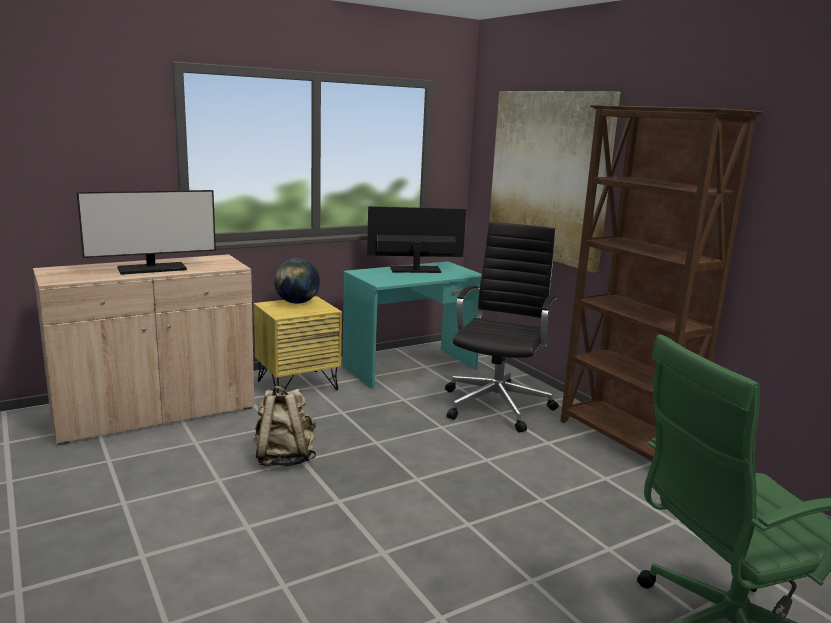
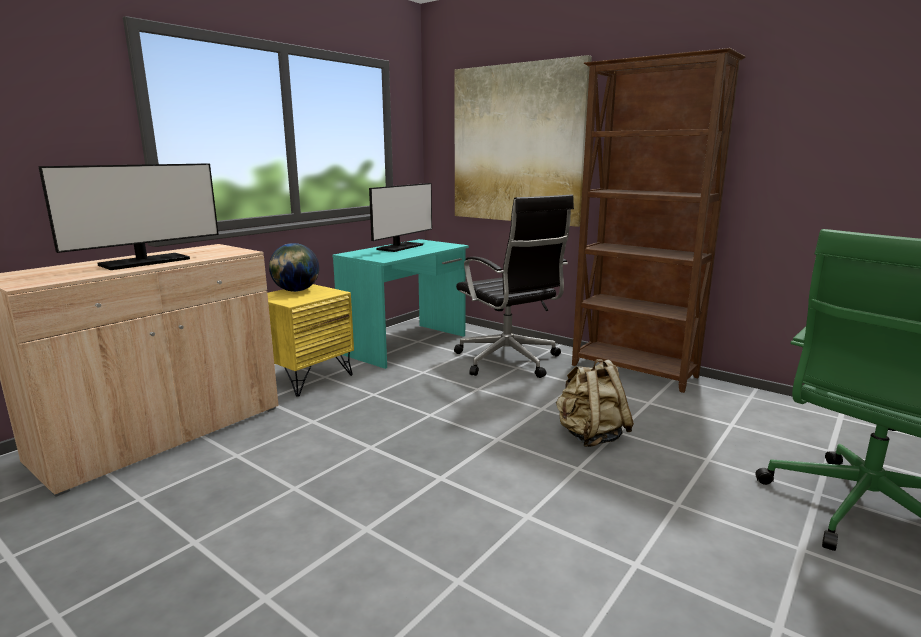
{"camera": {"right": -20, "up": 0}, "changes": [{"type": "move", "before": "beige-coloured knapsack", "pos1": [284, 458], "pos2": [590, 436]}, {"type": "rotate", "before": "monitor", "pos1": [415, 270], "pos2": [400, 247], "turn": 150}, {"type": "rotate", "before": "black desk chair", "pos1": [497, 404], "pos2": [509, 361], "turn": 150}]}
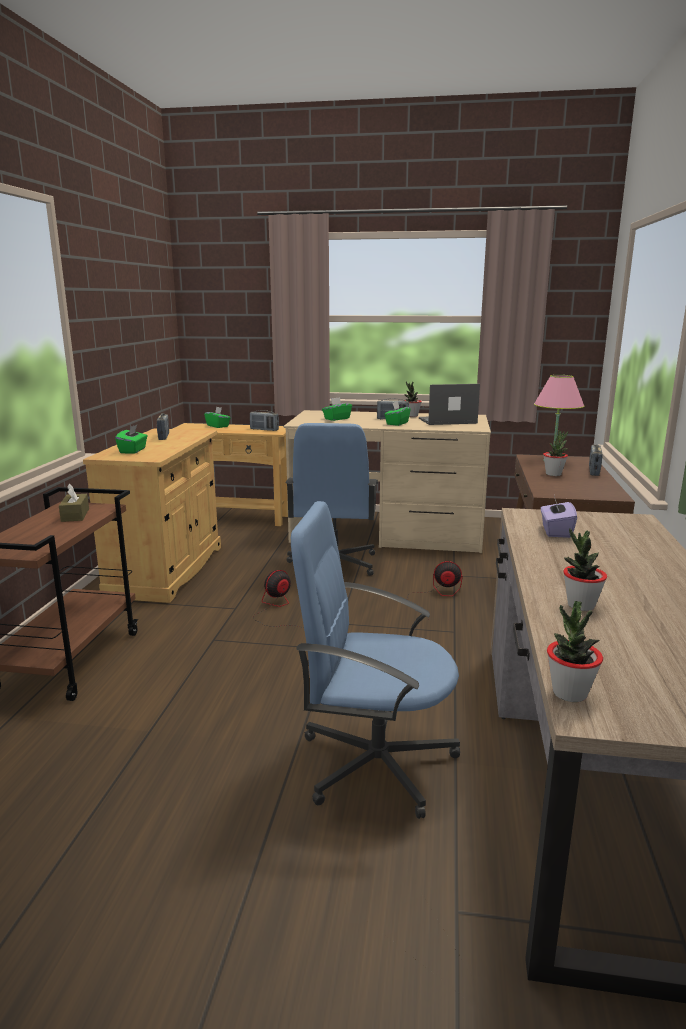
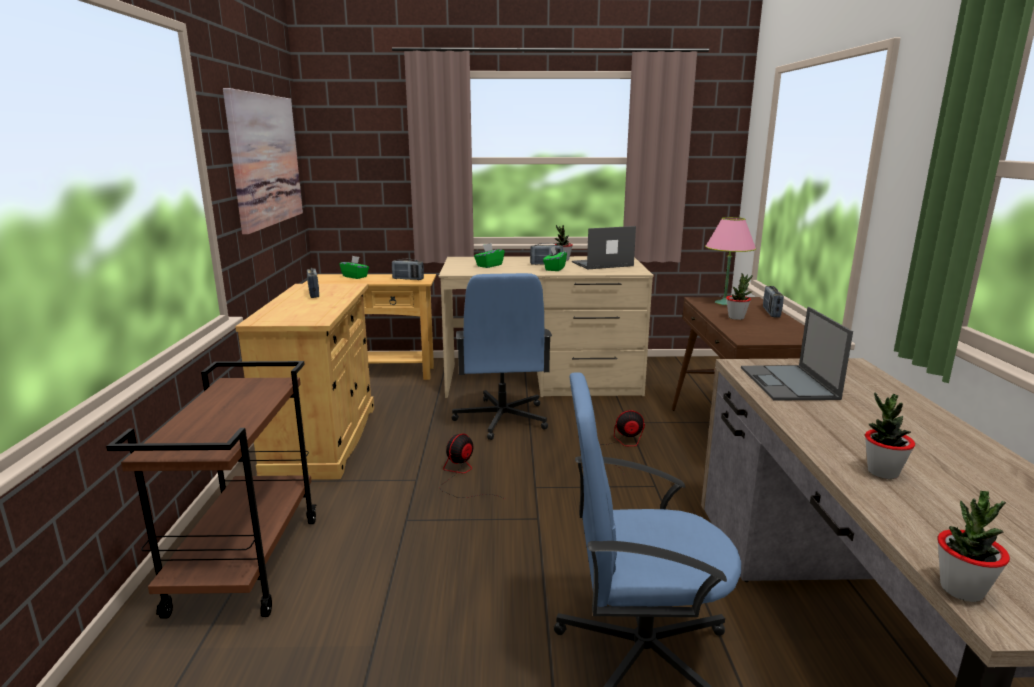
{"camera": {"right": -10, "up": 0}, "changes": [{"type": "delete", "before": "brown tissue box", "pos1": [75, 515]}, {"type": "delete", "before": "greenish tissue box", "pos1": [133, 450]}, {"type": "replace", "before": "purple tissue box", "after": "notebook computer", "pos1": [555, 531], "pos2": [789, 383]}, {"type": "insert", "after": "wall picture", "pos2": [265, 160]}]}
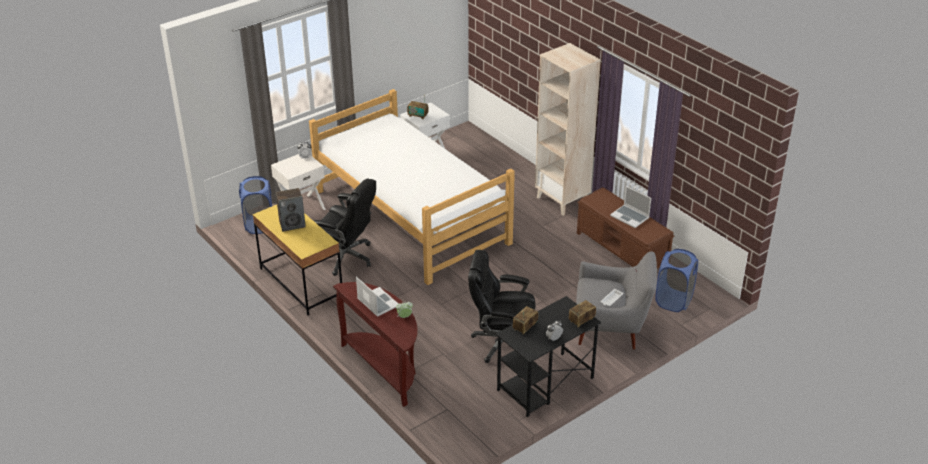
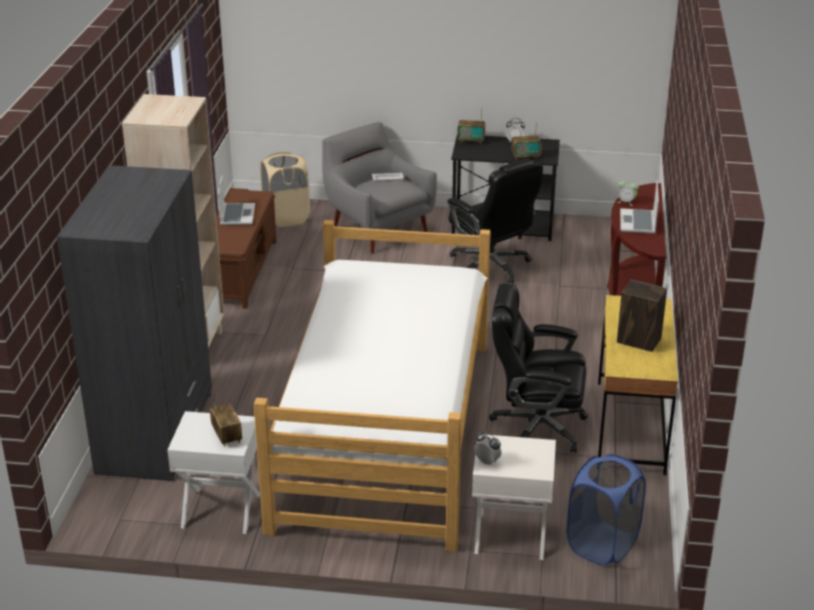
{"camera": {"right": -135, "up": -5}, "changes": [{"type": "rotate", "before": "black desk chair", "pos1": [346, 257], "pos2": [536, 427], "turn": -60}, {"type": "recolor", "before": "blue hamper", "after": "beige-coloured hamper", "pos1": [674, 301], "pos2": [286, 218]}, {"type": "insert", "after": "gray clothes cupboard", "pos2": [156, 433]}]}
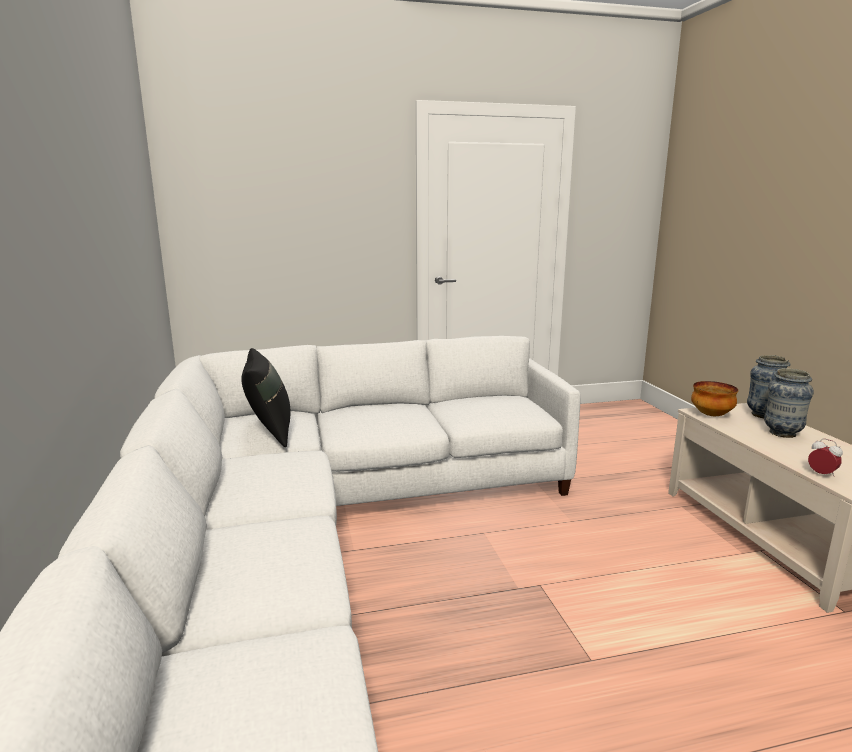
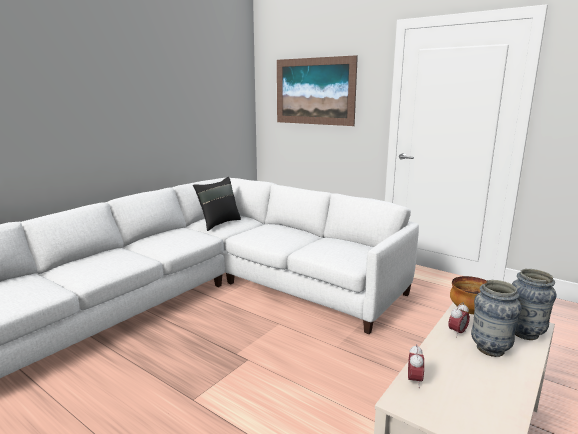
{"camera": {"right": 50, "up": 0}, "changes": [{"type": "insert", "after": "wall picture", "pos2": [314, 91]}, {"type": "insert", "after": "table clock", "pos2": [457, 333]}]}
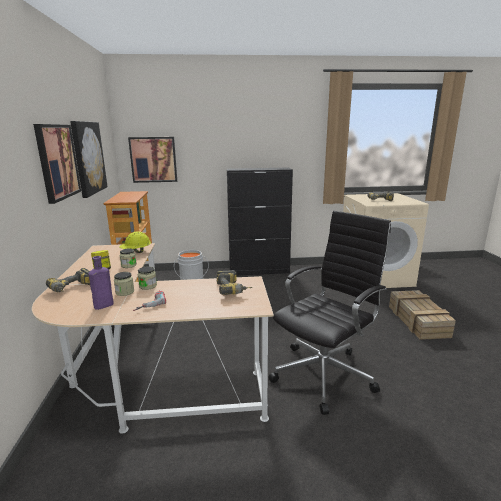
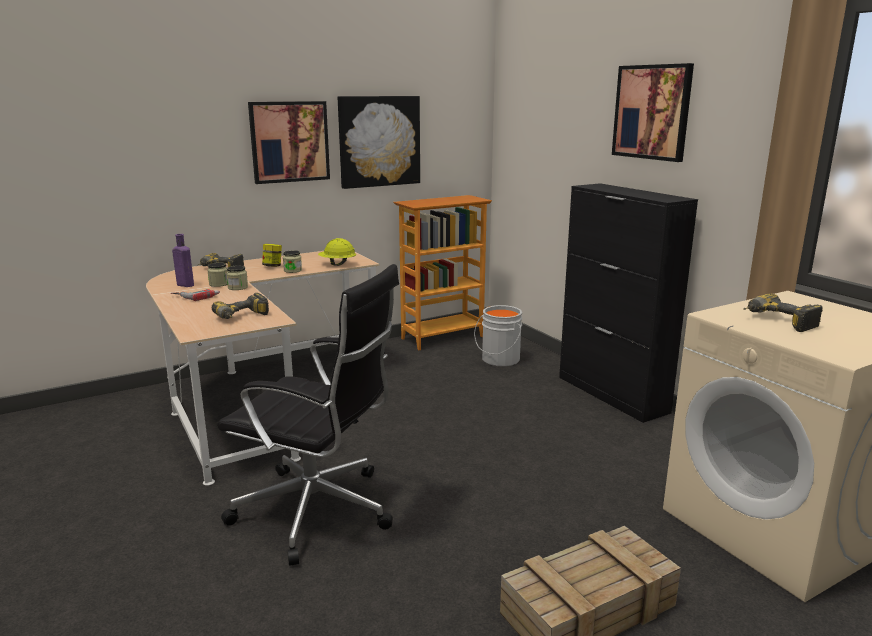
{"camera": {"right": 65, "up": 0}, "changes": [{"type": "move", "before": "wall picture", "pos1": [153, 159], "pos2": [652, 112]}]}
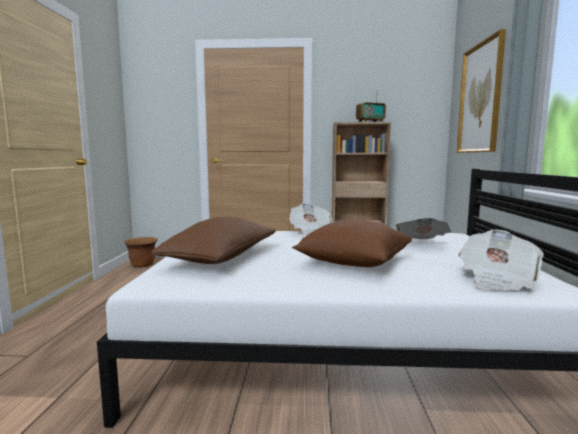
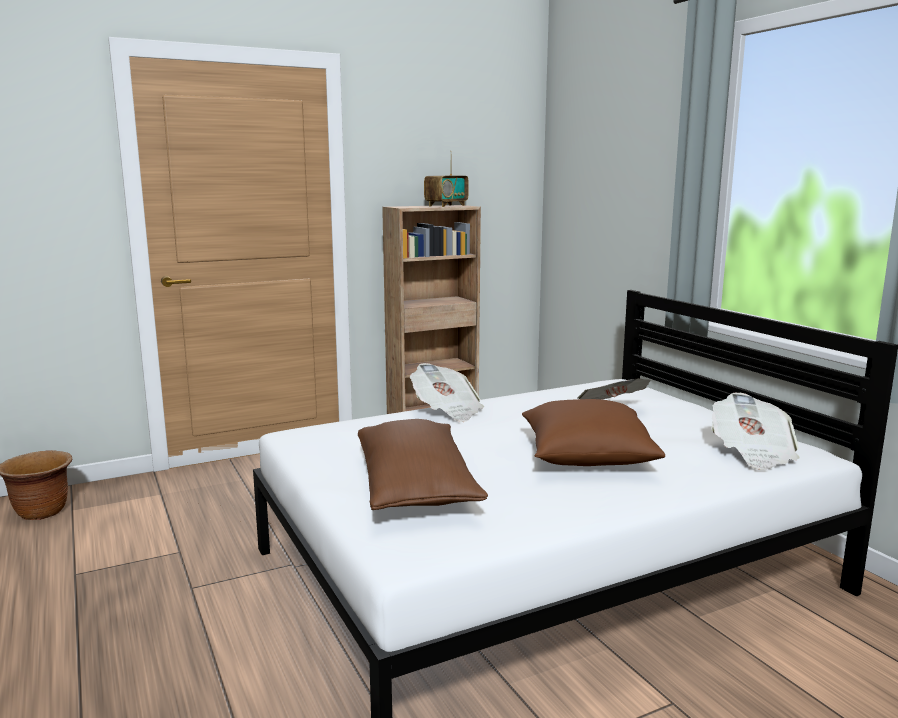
{"camera": {"right": -30, "up": 5}, "changes": [{"type": "delete", "before": "wall picture", "pos1": [480, 98]}]}
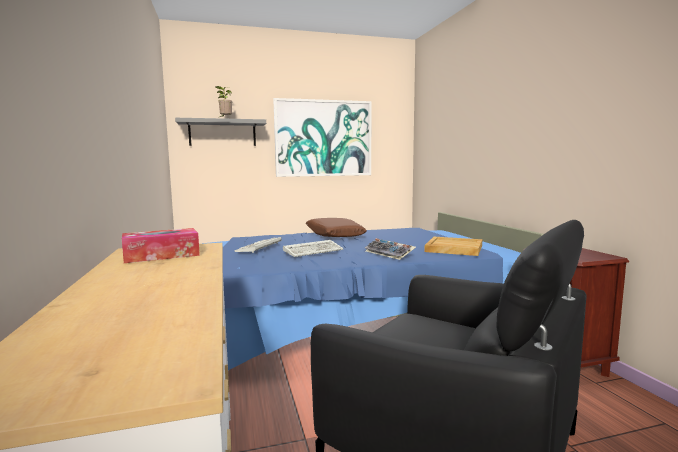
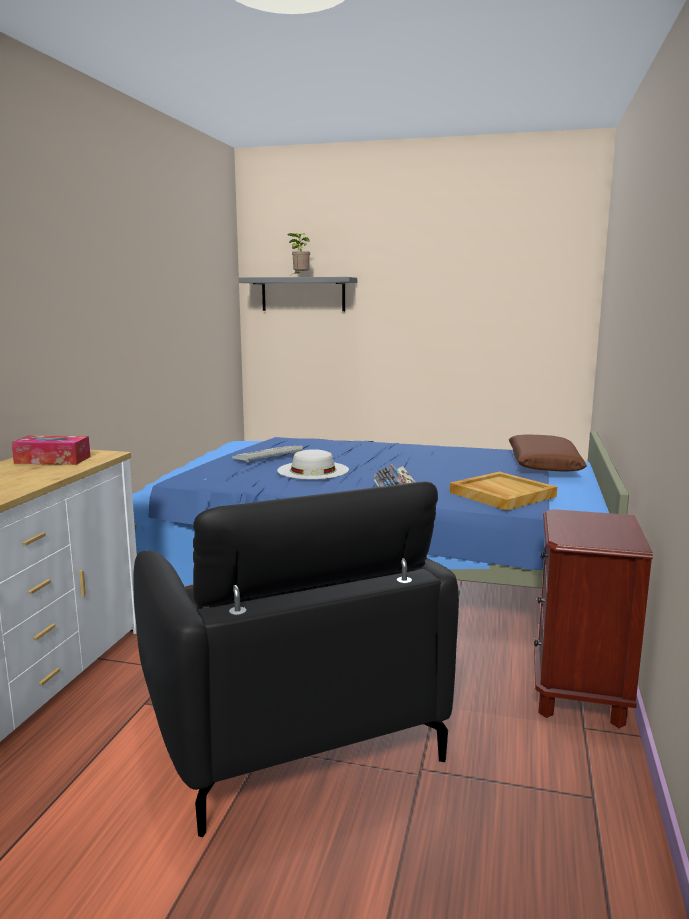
{"camera": {"right": 30, "up": 5}, "changes": [{"type": "delete", "before": "wall picture", "pos1": [323, 138]}, {"type": "replace", "before": "computer keyboard", "after": "white hat", "pos1": [314, 251], "pos2": [313, 470]}, {"type": "move", "before": "brown cushion", "pos1": [334, 235], "pos2": [543, 464]}]}
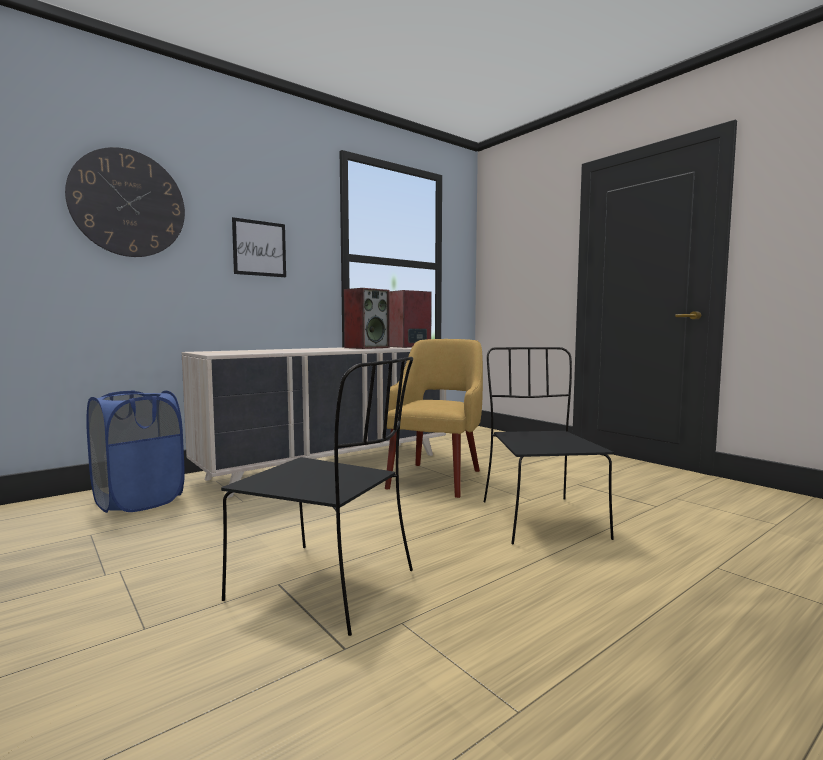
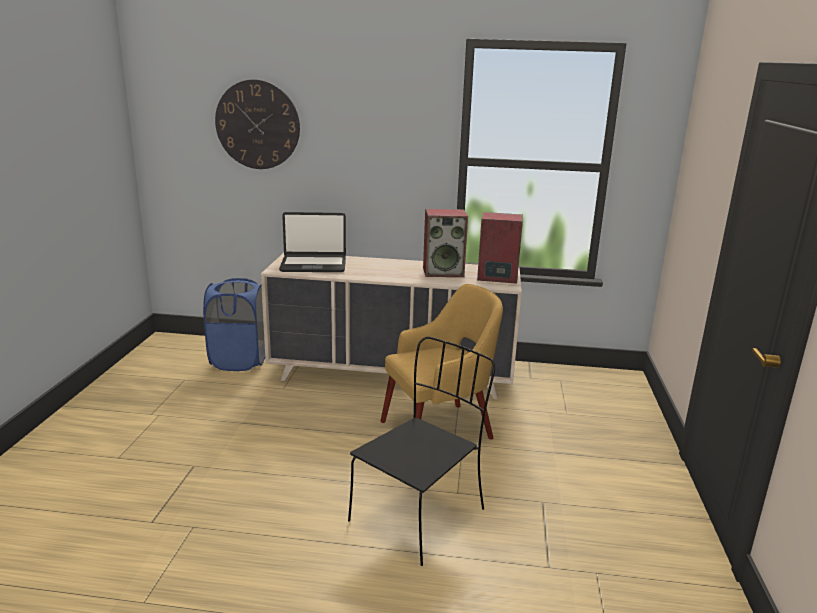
{"camera": {"right": 45, "up": 15}, "changes": [{"type": "delete", "before": "black chair", "pos1": [327, 586]}, {"type": "delete", "before": "wall picture", "pos1": [259, 248]}, {"type": "insert", "after": "notebook computer", "pos2": [313, 265]}]}
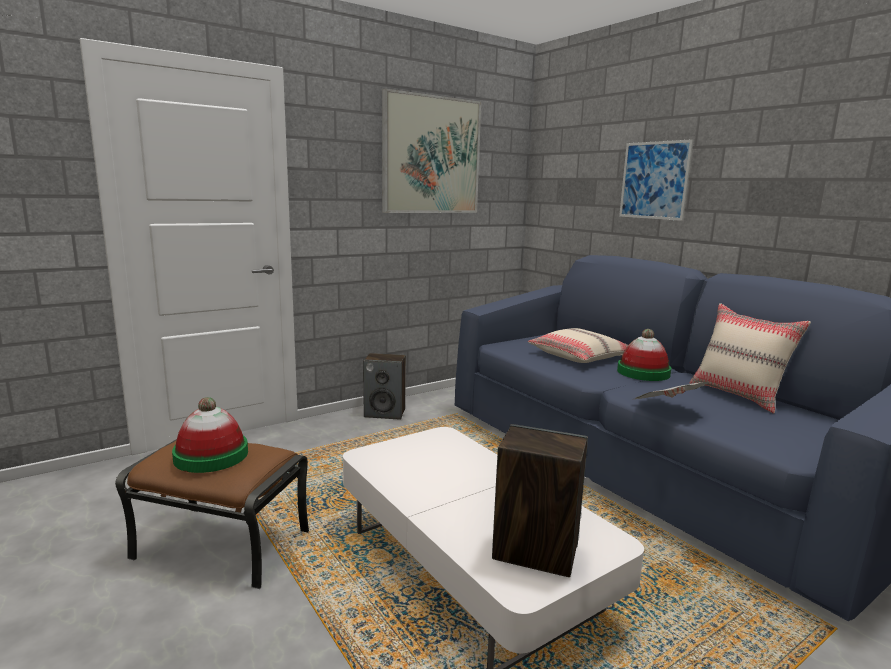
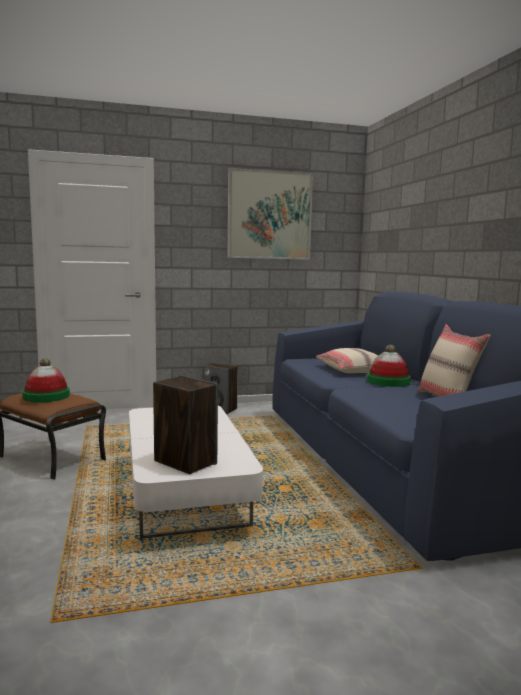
{"camera": {"right": 20, "up": -5}, "changes": [{"type": "delete", "before": "wall picture", "pos1": [654, 180]}, {"type": "delete", "before": "printed paper", "pos1": [667, 408]}]}
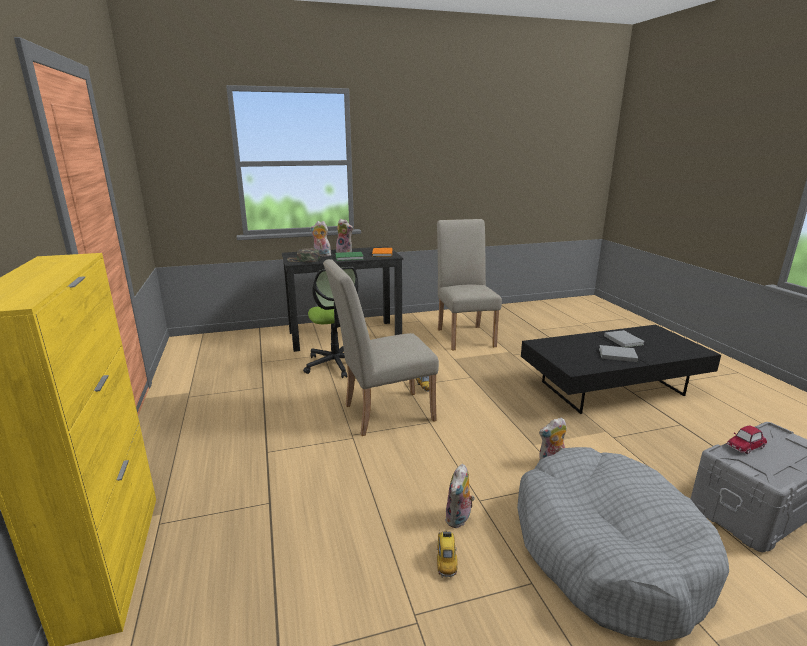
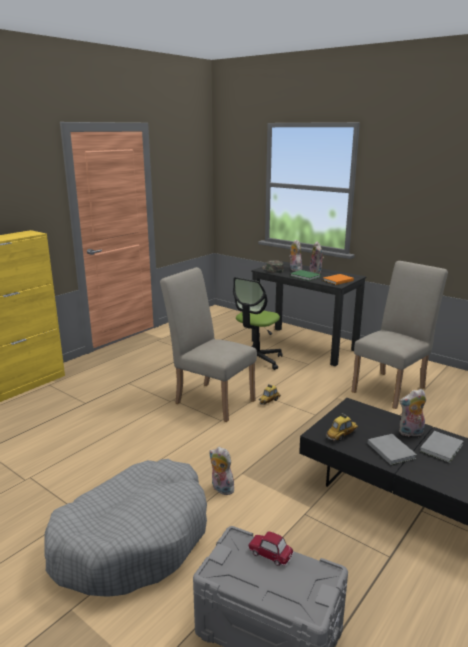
{"camera": {"right": 55, "up": 0}, "changes": [{"type": "move", "before": "toy car", "pos1": [446, 559], "pos2": [342, 435]}, {"type": "move", "before": "cuddly toy", "pos1": [459, 519], "pos2": [410, 433]}]}
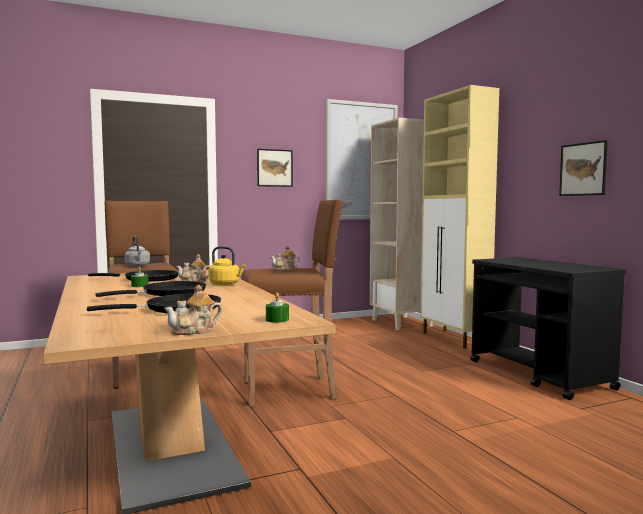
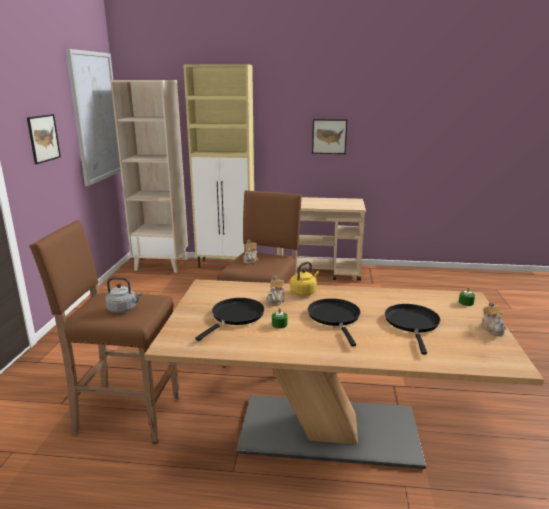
{"camera": {"right": -60, "up": 15}, "changes": [{"type": "recolor", "before": "black trolley", "after": "beige-coloured trolley", "pos1": [539, 375], "pos2": [319, 271]}]}
